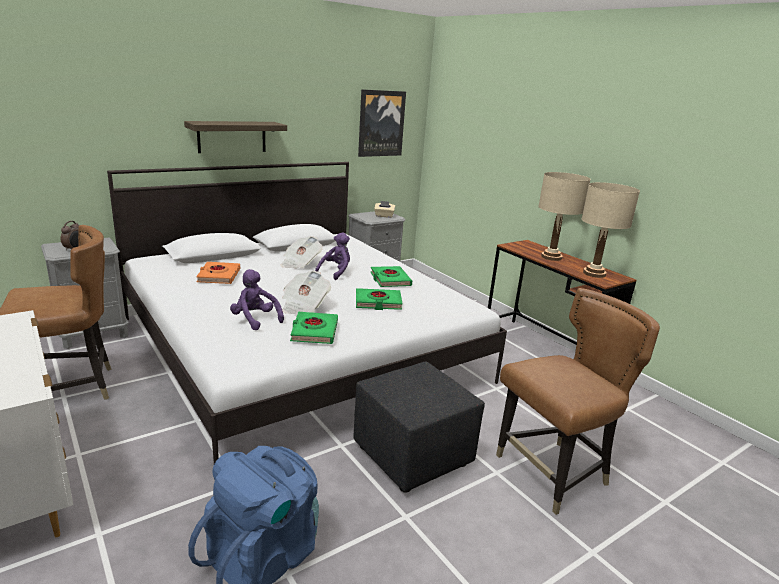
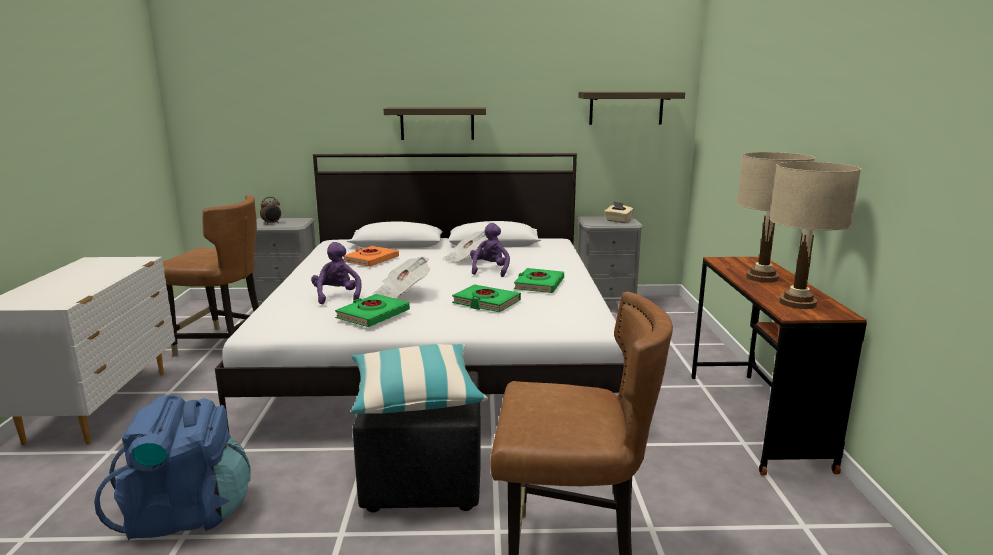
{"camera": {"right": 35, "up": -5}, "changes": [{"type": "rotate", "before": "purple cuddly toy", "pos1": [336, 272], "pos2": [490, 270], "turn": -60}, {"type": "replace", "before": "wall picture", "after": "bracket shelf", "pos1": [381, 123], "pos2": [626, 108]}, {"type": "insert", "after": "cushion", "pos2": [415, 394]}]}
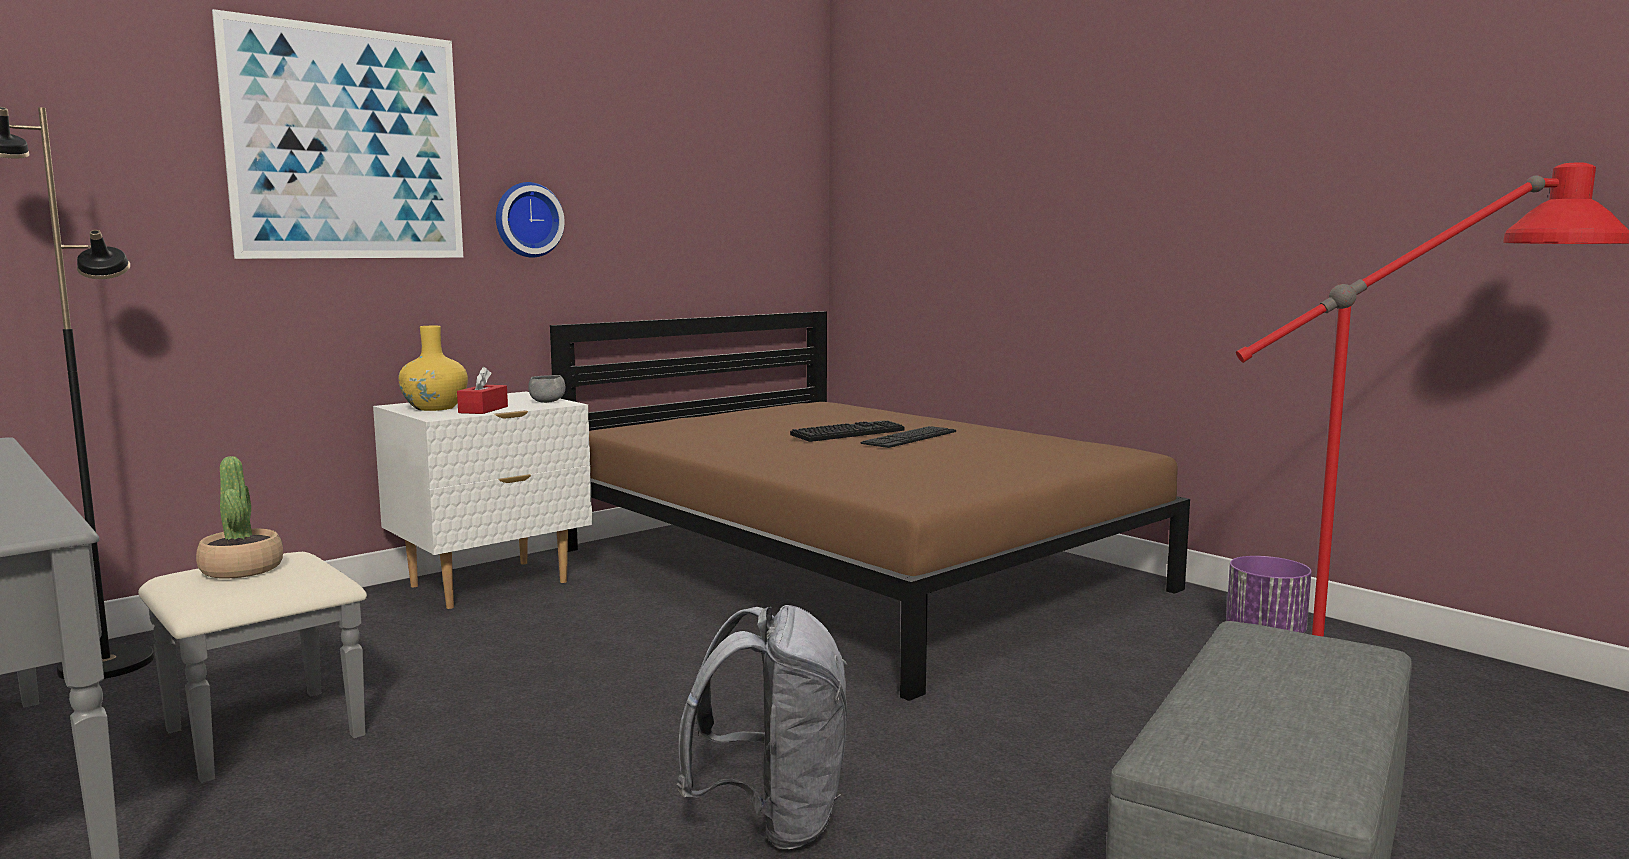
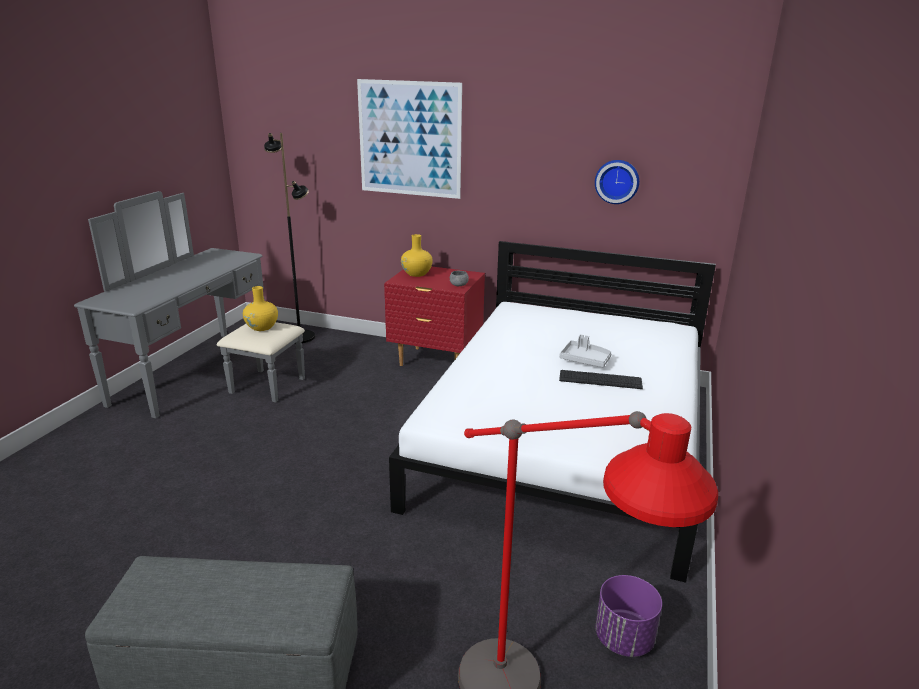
{"camera": {"right": 60, "up": 15}, "changes": [{"type": "replace", "before": "houseplant", "after": "yellow flower vase", "pos1": [242, 569], "pos2": [262, 327]}, {"type": "recolor", "before": "white bedside table", "after": "red-coloured bedside table", "pos1": [490, 584], "pos2": [435, 361]}, {"type": "delete", "before": "red-coloured tissue box", "pos1": [483, 410]}, {"type": "move", "before": "wall clock", "pos1": [527, 220], "pos2": [617, 181]}, {"type": "recolor", "before": "brown bed", "after": "white bed", "pos1": [853, 568], "pos2": [566, 440]}, {"type": "delete", "before": "gray knapsack", "pos1": [773, 820]}, {"type": "replace", "before": "computer keyboard", "after": "gray serving tray", "pos1": [848, 433], "pos2": [585, 360]}]}
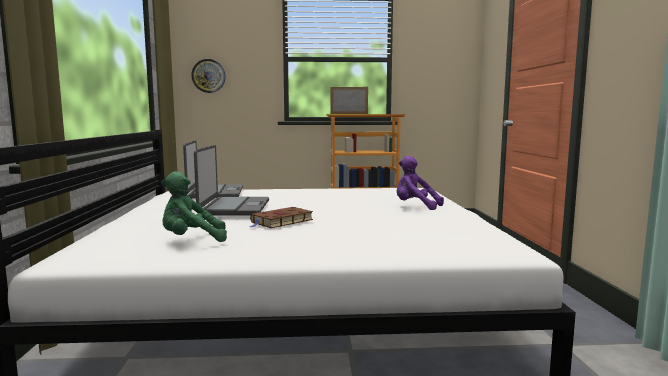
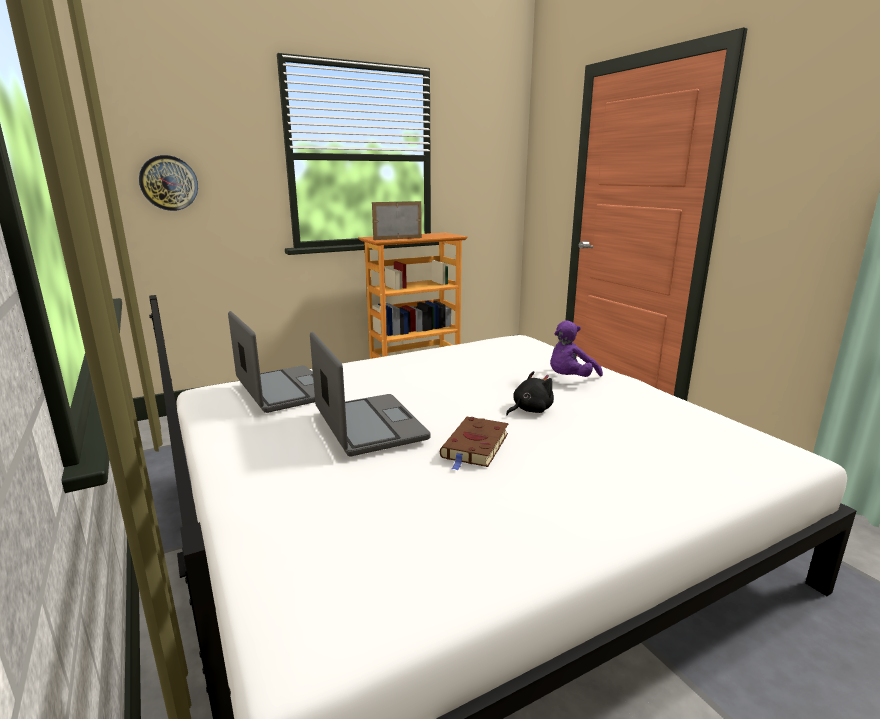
{"camera": {"right": -25, "up": 10}, "changes": [{"type": "delete", "before": "greenish cuddly toy", "pos1": [192, 240]}, {"type": "rotate", "before": "purple cuddly toy", "pos1": [415, 207], "pos2": [570, 379], "turn": -45}, {"type": "insert", "after": "black cuddly toy", "pos2": [530, 410]}]}
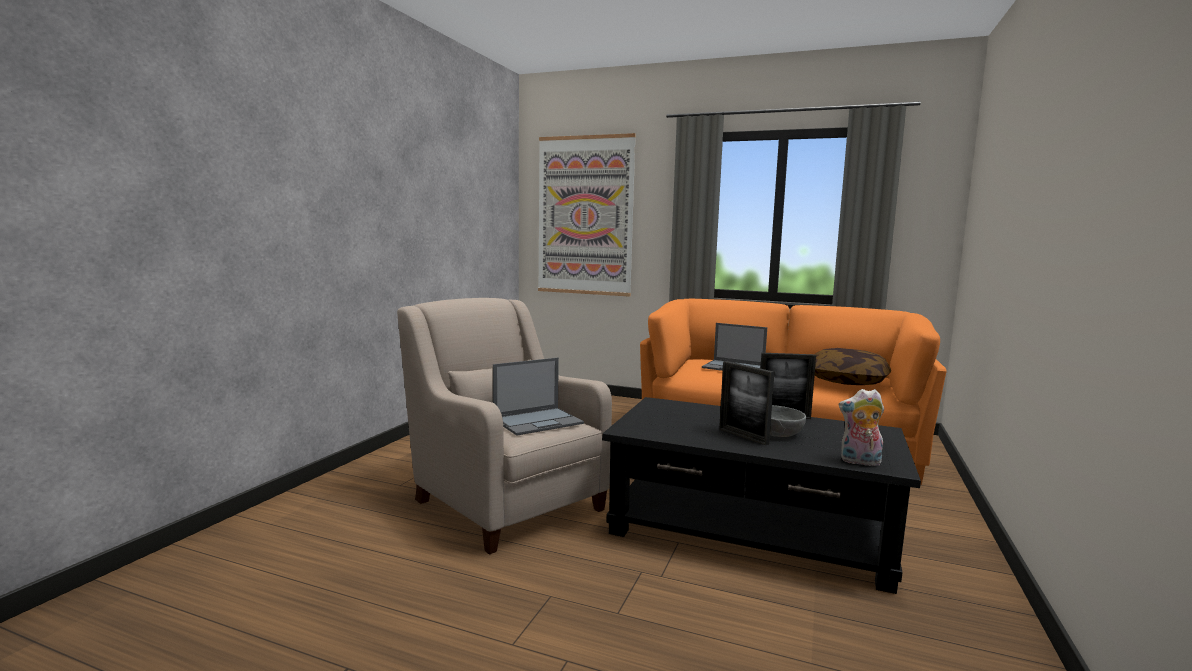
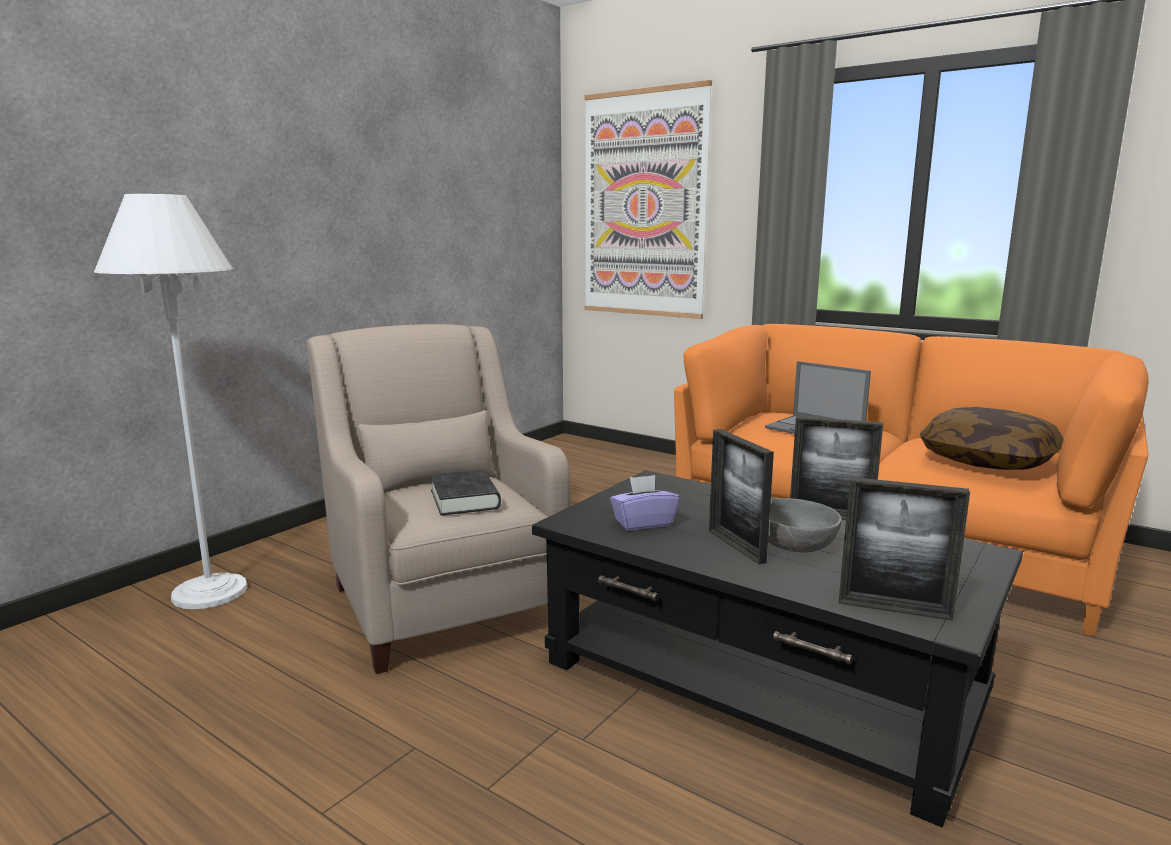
{"camera": {"right": 15, "up": 5}, "changes": [{"type": "replace", "before": "notebook computer", "after": "black bound book", "pos1": [538, 421], "pos2": [464, 499]}, {"type": "replace", "before": "cuddly toy", "after": "standing frame", "pos1": [859, 462], "pos2": [894, 609]}, {"type": "insert", "after": "white standing lamp", "pos2": [210, 592]}, {"type": "insert", "after": "purple tissue box", "pos2": [643, 523]}]}
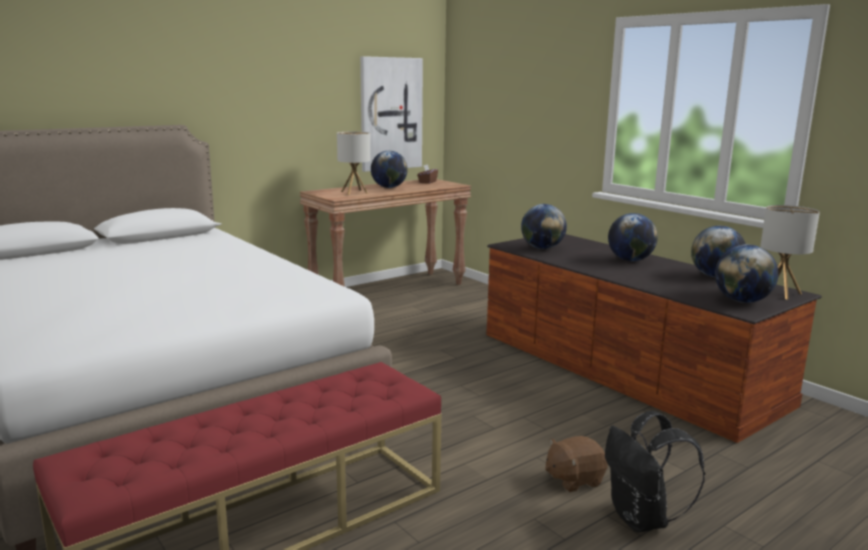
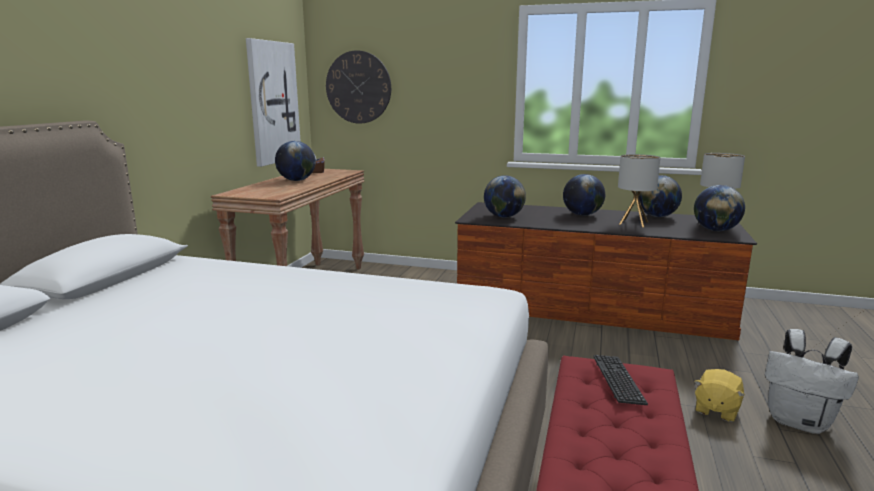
{"camera": {"right": -35, "up": 0}, "changes": [{"type": "move", "before": "lamp for a table", "pos1": [354, 192], "pos2": [633, 223]}, {"type": "recolor", "before": "brown cuddly toy", "after": "yellow cuddly toy", "pos1": [574, 479], "pos2": [716, 409]}, {"type": "recolor", "before": "black knapsack", "after": "white knapsack", "pos1": [642, 520], "pos2": [800, 422]}, {"type": "insert", "after": "wall clock", "pos2": [358, 87]}, {"type": "insert", "after": "computer keyboard", "pos2": [618, 380]}]}
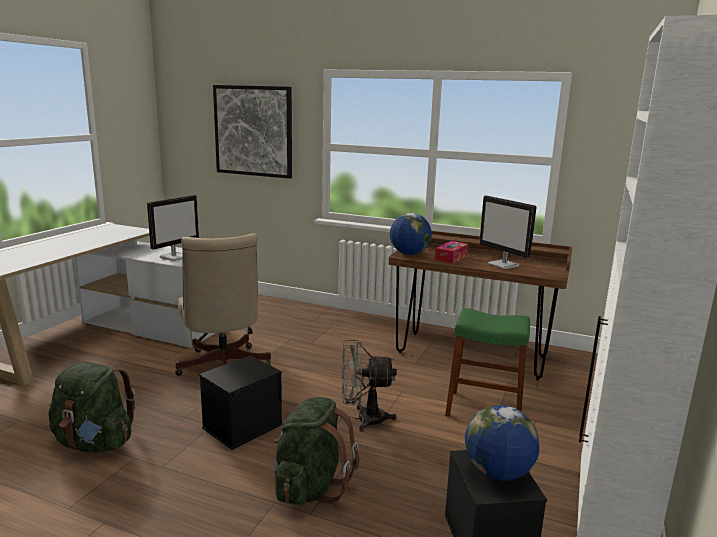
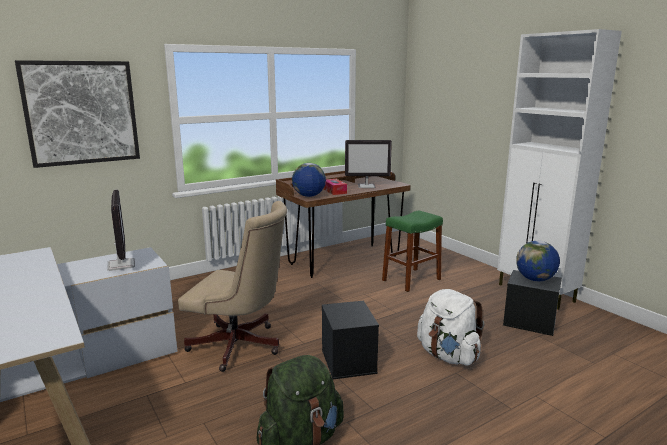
{"camera": {"right": -55, "up": 0}, "changes": [{"type": "recolor", "before": "greenish knapsack", "after": "white knapsack", "pos1": [310, 487], "pos2": [448, 356]}, {"type": "delete", "before": "gray fan", "pos1": [363, 419]}]}
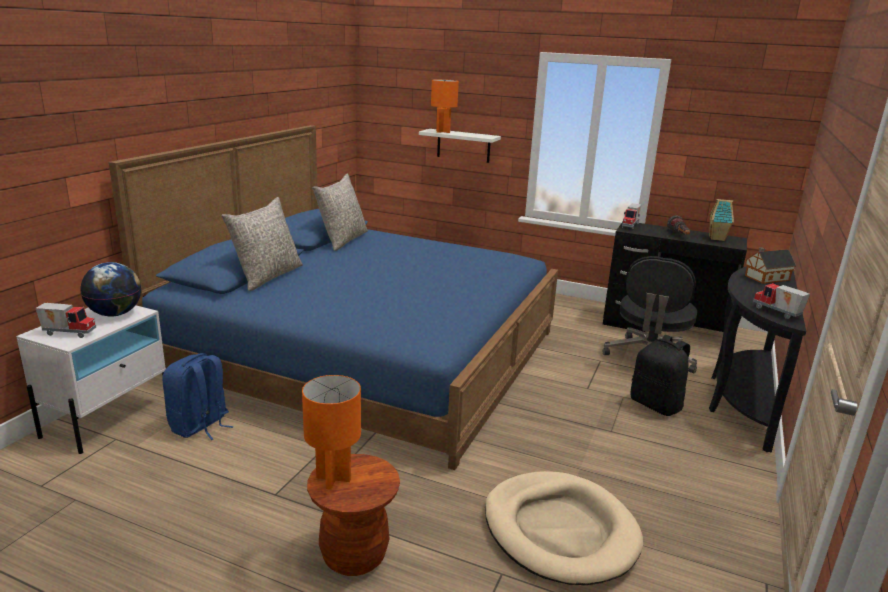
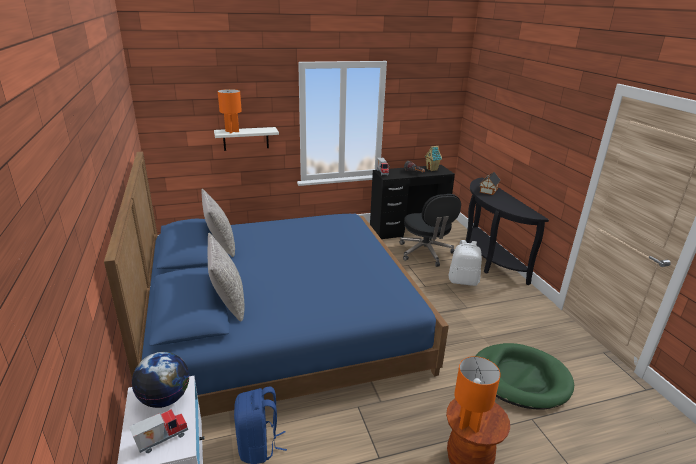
{"camera": {"right": -40, "up": 5}, "changes": [{"type": "recolor", "before": "beige-coloured dog cushion", "after": "greenish dog cushion", "pos1": [560, 531], "pos2": [520, 378]}, {"type": "recolor", "before": "black knapsack", "after": "white knapsack", "pos1": [656, 405], "pos2": [463, 281]}, {"type": "delete", "before": "model truck", "pos1": [776, 312]}]}
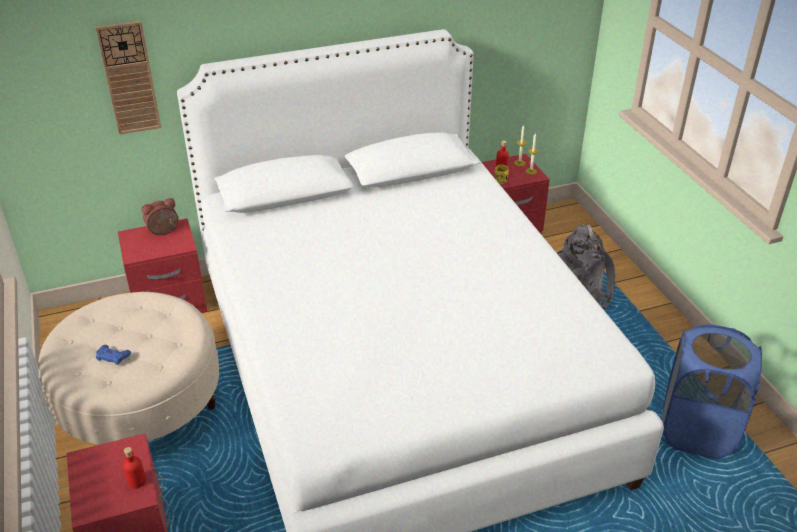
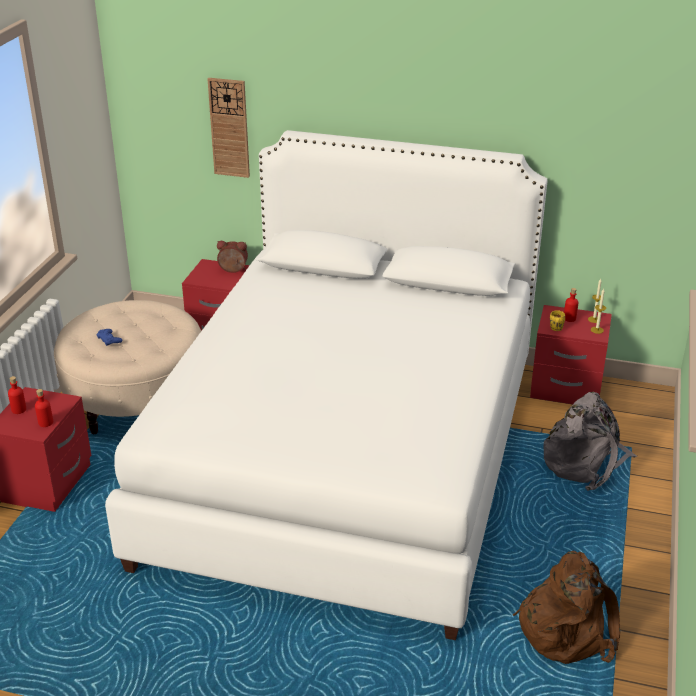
{"camera": {"right": 35, "up": -5}, "changes": [{"type": "replace", "before": "blue hamper", "after": "brown knapsack", "pos1": [696, 431], "pos2": [566, 628]}, {"type": "insert", "after": "red-coloured beverage bottle", "pos2": [19, 409]}]}
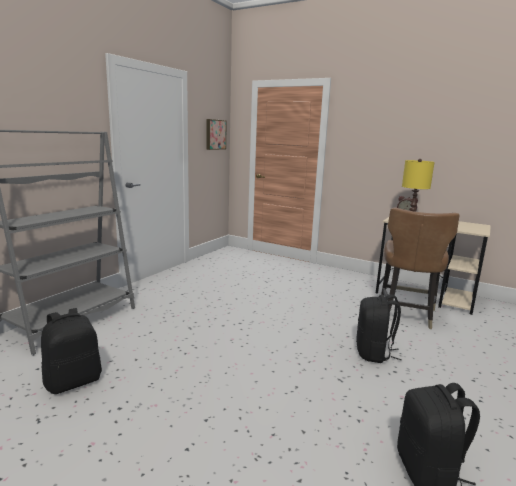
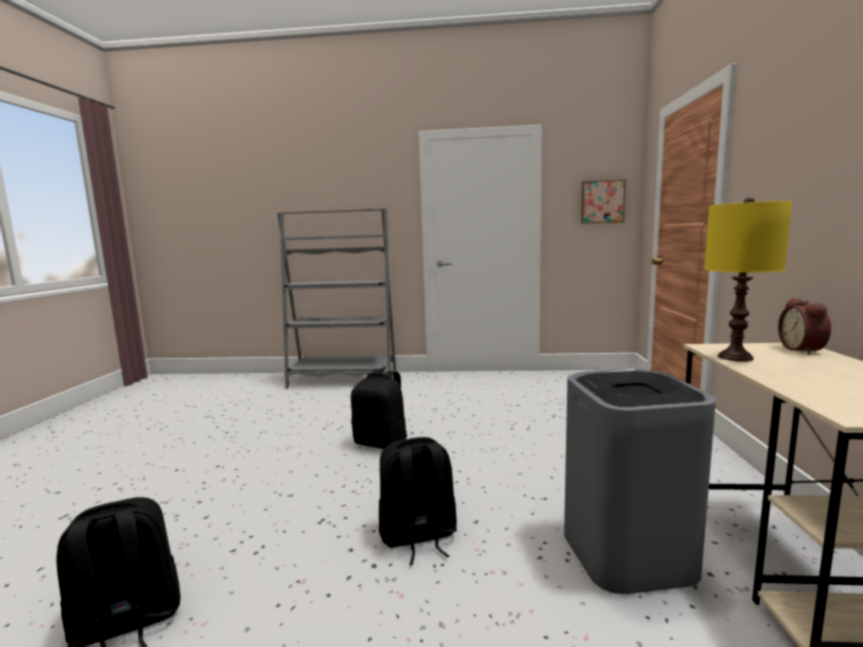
{"camera": {"right": 65, "up": -5}, "changes": [{"type": "move", "before": "black knapsack", "pos1": [73, 381], "pos2": [382, 443]}, {"type": "replace", "before": "brown chair", "after": "gray waste bin", "pos1": [406, 314], "pos2": [626, 553]}]}
